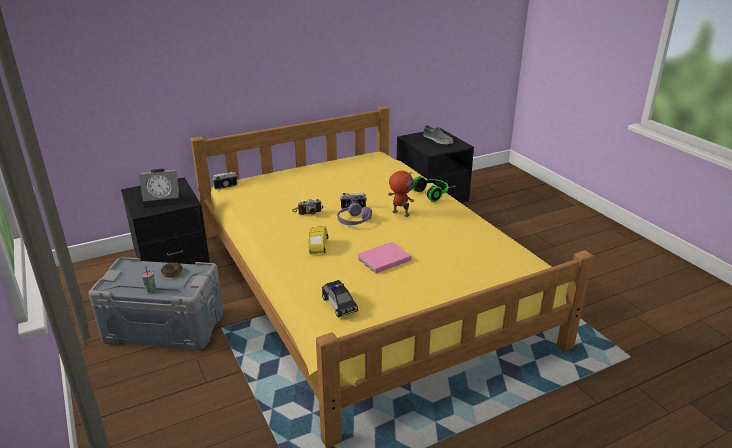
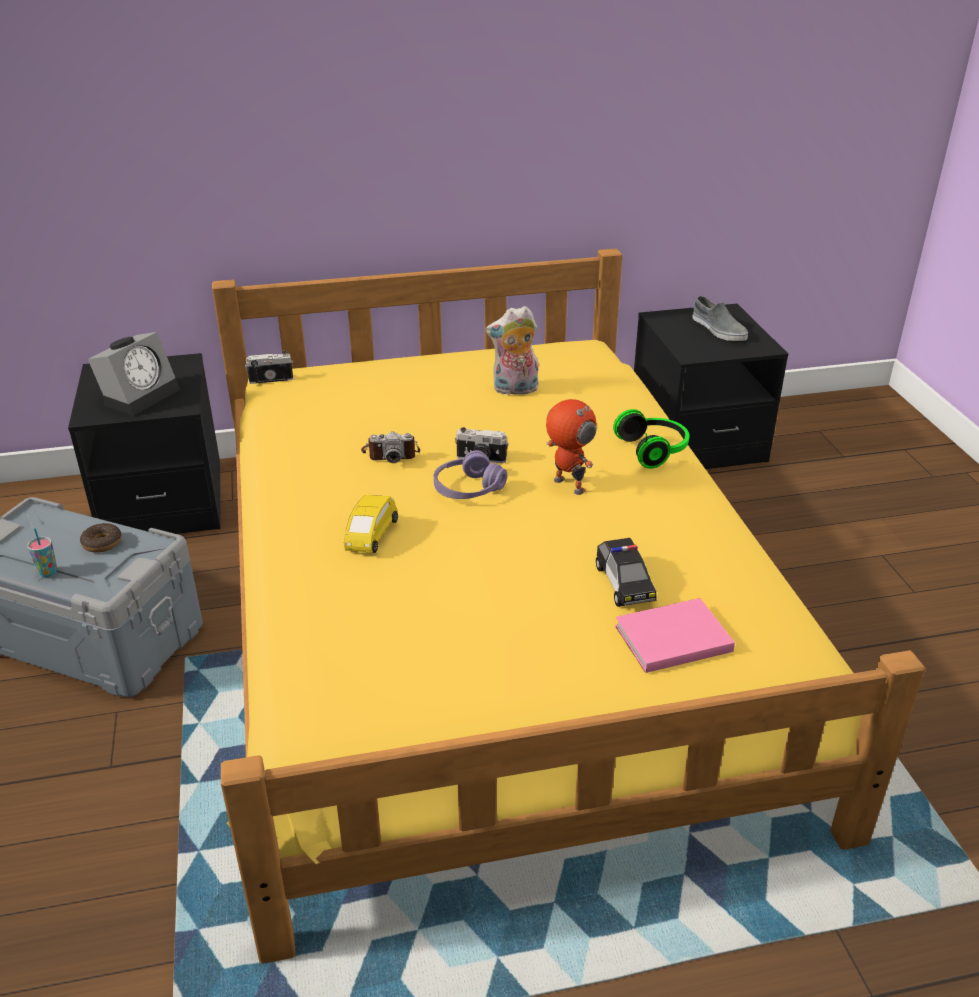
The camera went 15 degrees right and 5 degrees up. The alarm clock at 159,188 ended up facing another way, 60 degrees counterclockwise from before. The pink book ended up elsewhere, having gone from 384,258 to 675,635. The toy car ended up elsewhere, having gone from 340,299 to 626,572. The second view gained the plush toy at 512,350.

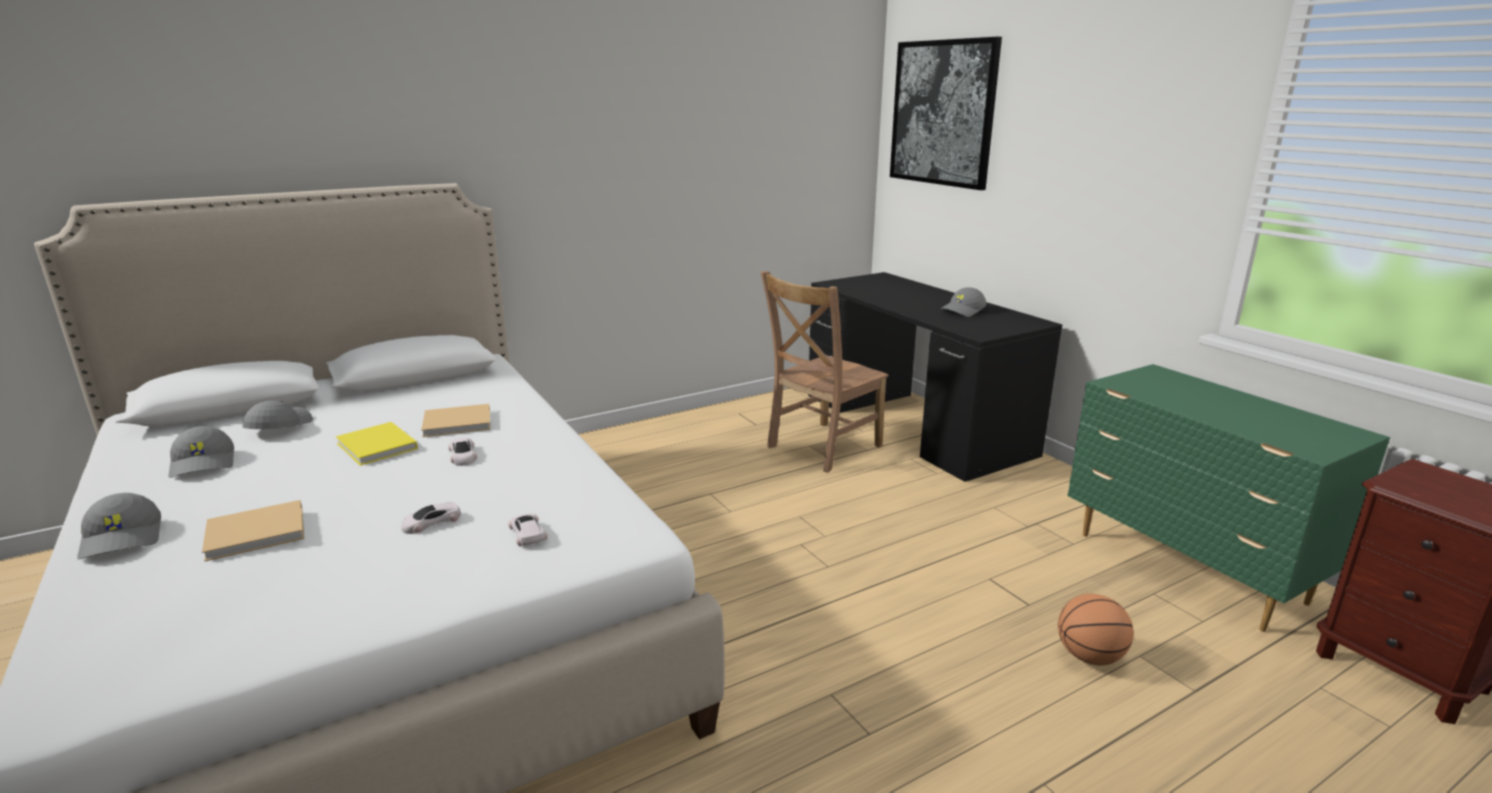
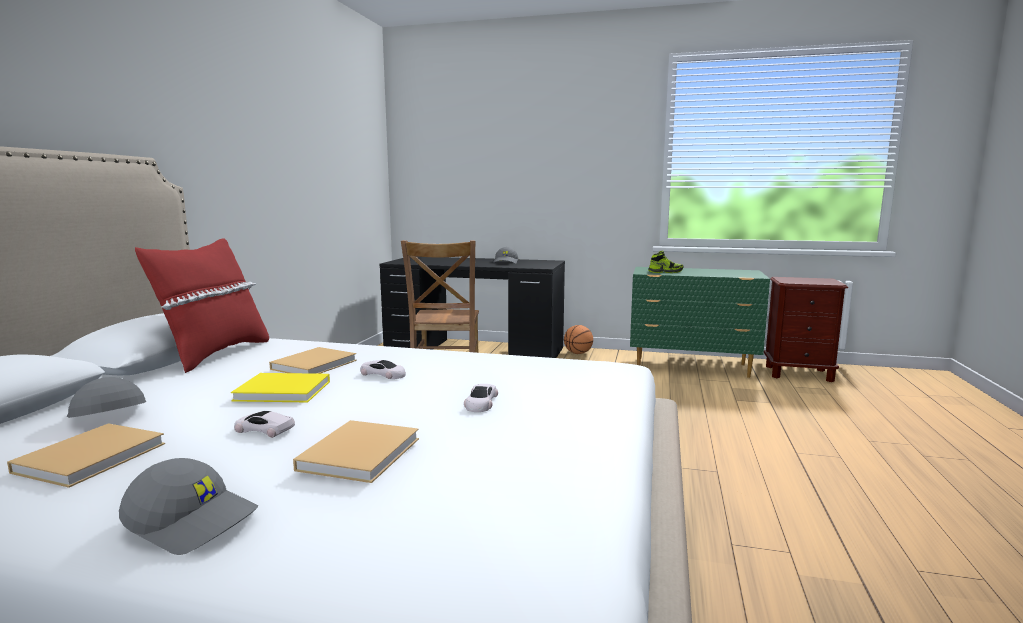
The camera went 45 degrees left and 10 degrees down. The second view lost the picture at 946,113. Where the grey cap stood at 201,452, the beige book came to stand at 86,455. The white toy car ended up elsewhere, having gone from 528,529 to 264,424. The basketball ended up elsewhere, having gone from 1096,629 to 578,339. The second view gained the red pillow at 202,305. The second view gained the shoe at 666,262.

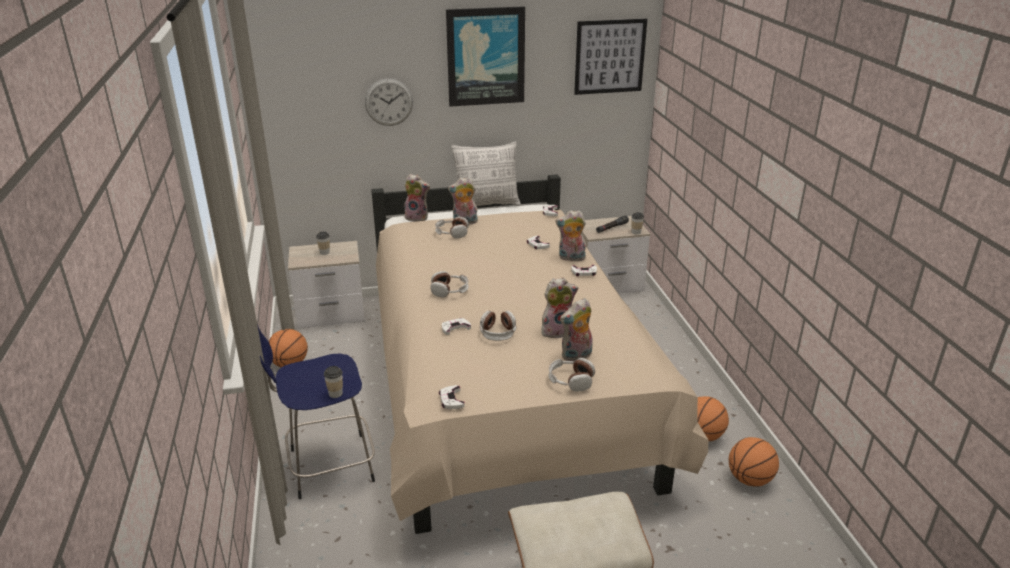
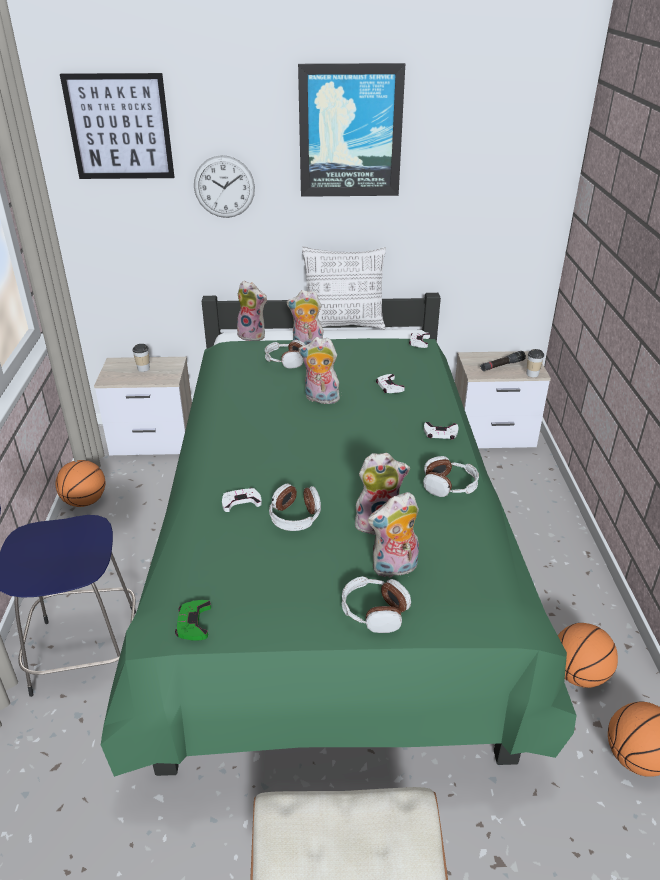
The camera went 10 degrees right and 5 degrees up. The picture ended up elsewhere, having gone from 610,57 to 117,126. What was the beige bed at 539,354 turned into the green bed at 339,535. The plush toy ended up elsewhere, having gone from 570,235 to 319,371. The headphones ended up elsewhere, having gone from 449,284 to 451,476. The second view lost the cup at 333,382. What was the white game controller at 452,397 turned into the green game controller at 193,620.

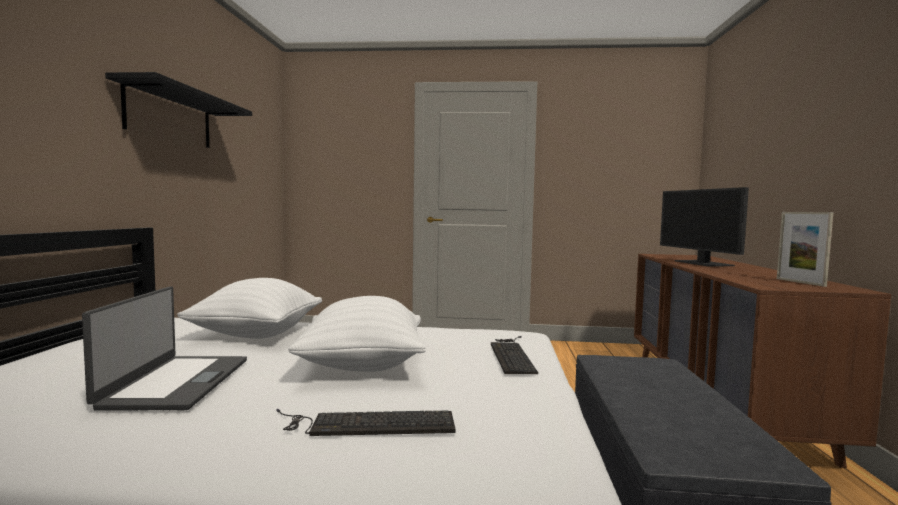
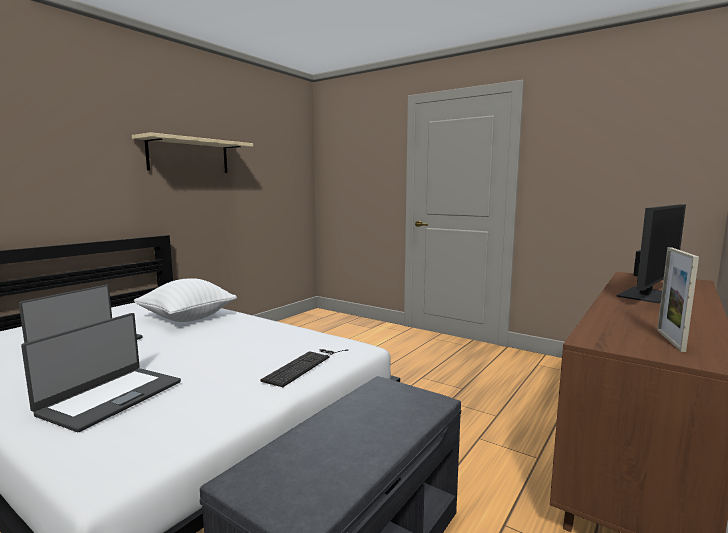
The camera went 30 degrees right and 5 degrees up. What was the black shelf at 178,110 turned into the beige shelf at 192,152. The monitor at 704,227 ended up facing another way, 150 degrees counterclockwise from before. The second view lost the white pillow at 357,334. Where the keyboard stood at 365,422, the laptop came to stand at 101,372.

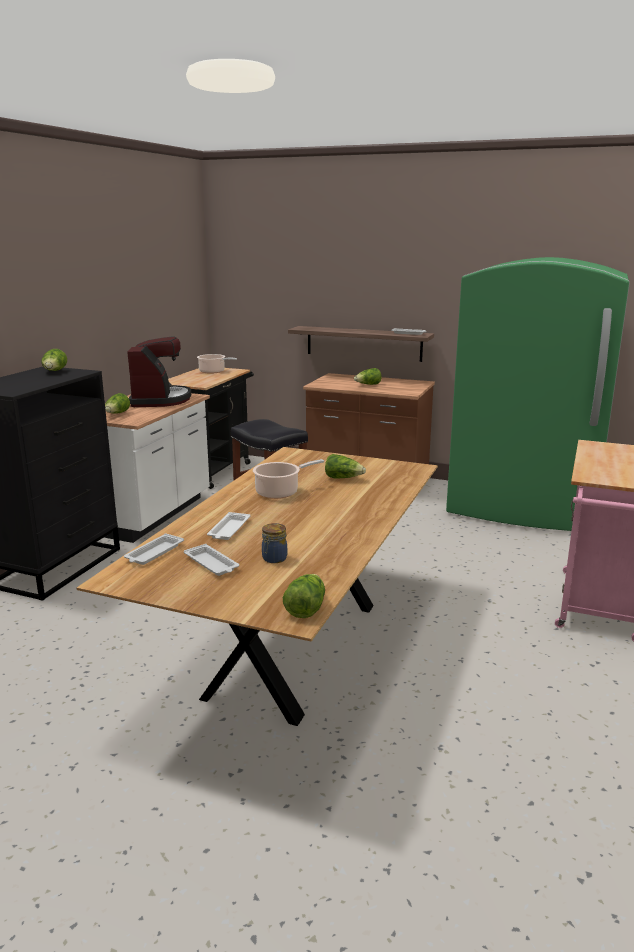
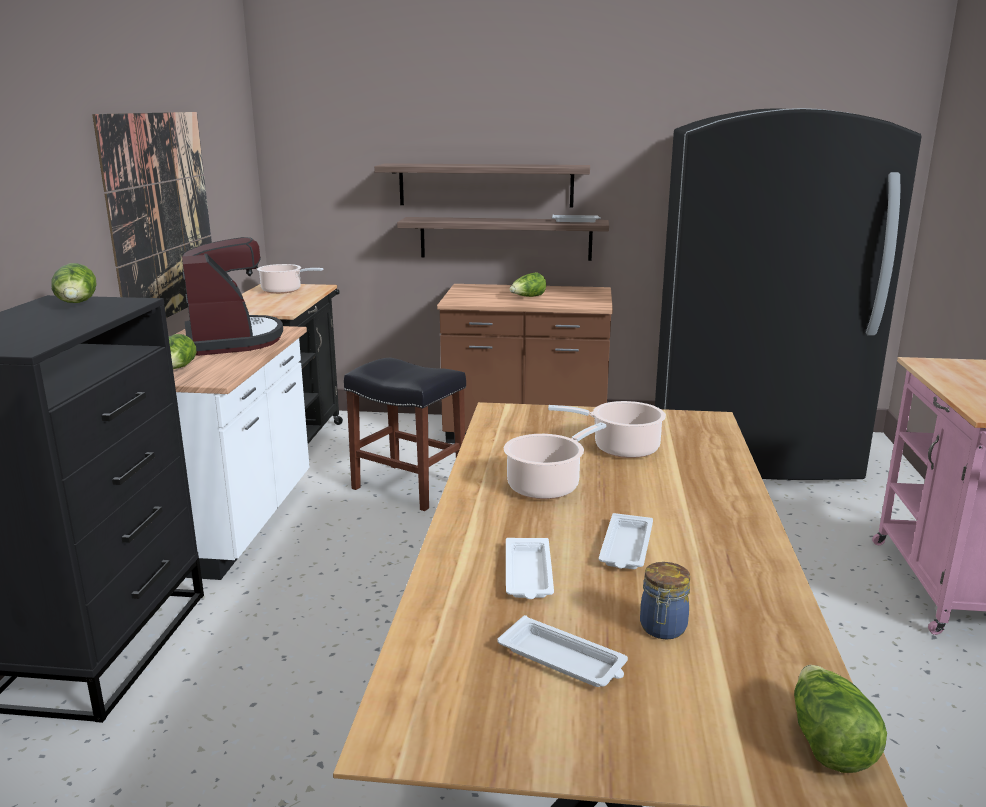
The camera went 15 degrees left and 0 degrees up. What was the green fridge at 538,394 turned into the black fridge at 788,294. Where the lettuce stood at 345,466, the cooking pot came to stand at 607,429. The white tray ended up elsewhere, having gone from 154,549 to 626,541. The second view gained the picture at 152,215. The second view gained the shelf at 482,185.

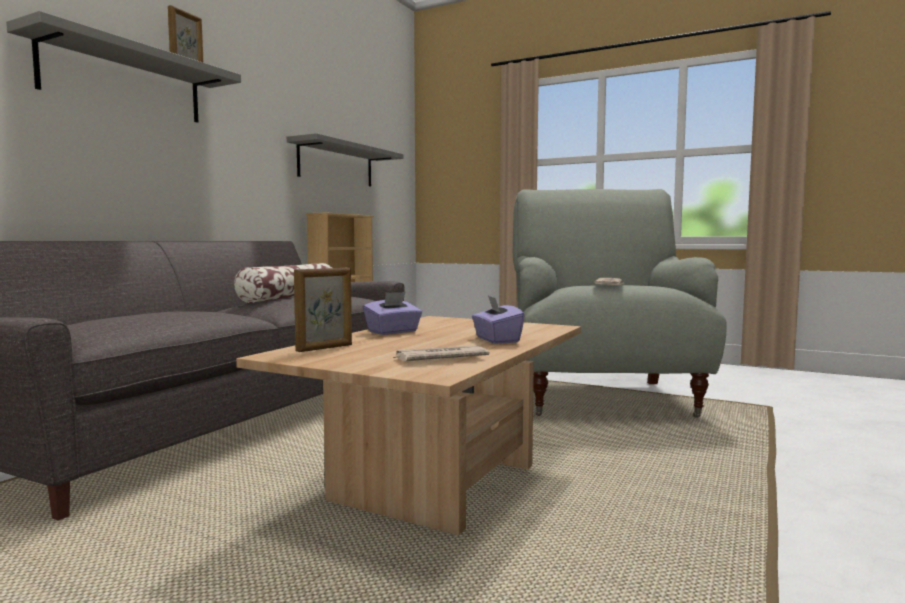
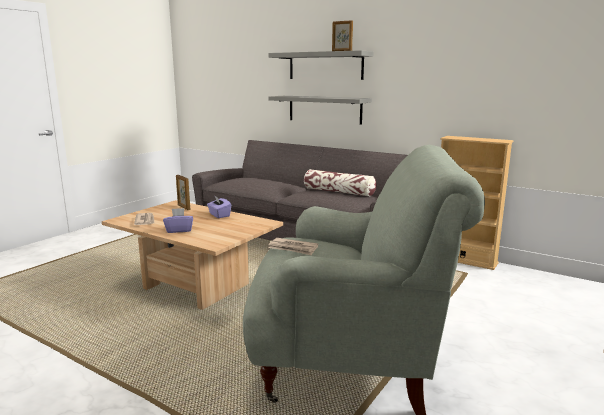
The camera went 95 degrees right and 10 degrees up. The grey shelf ended up elsewhere, having gone from 345,160 to 320,110.

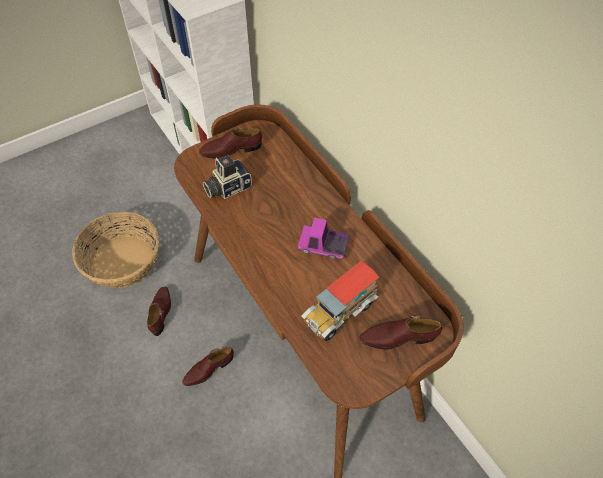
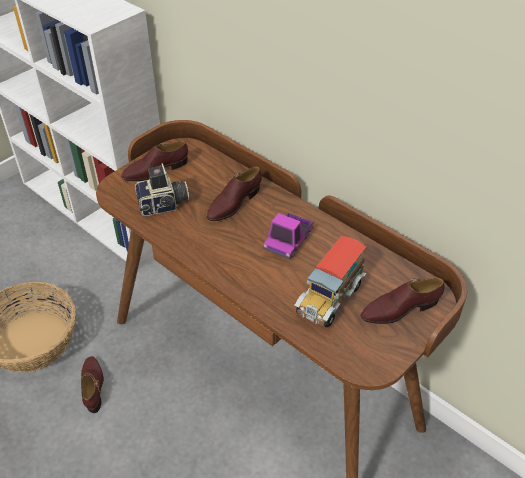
The camera went 15 degrees left and 10 degrees down. The photo camera at 227,177 ended up facing another way, 150 degrees counterclockwise from before. The toy truck at 323,239 ended up facing another way, 60 degrees counterclockwise from before. The brown shoe ended up elsewhere, having gone from 208,366 to 234,193.

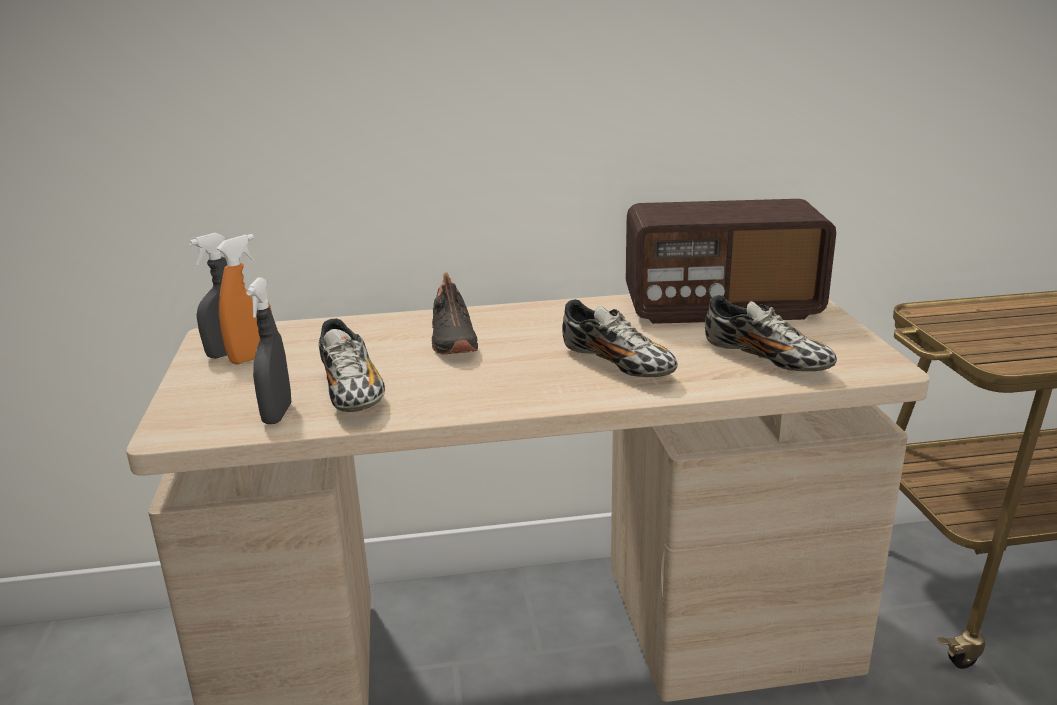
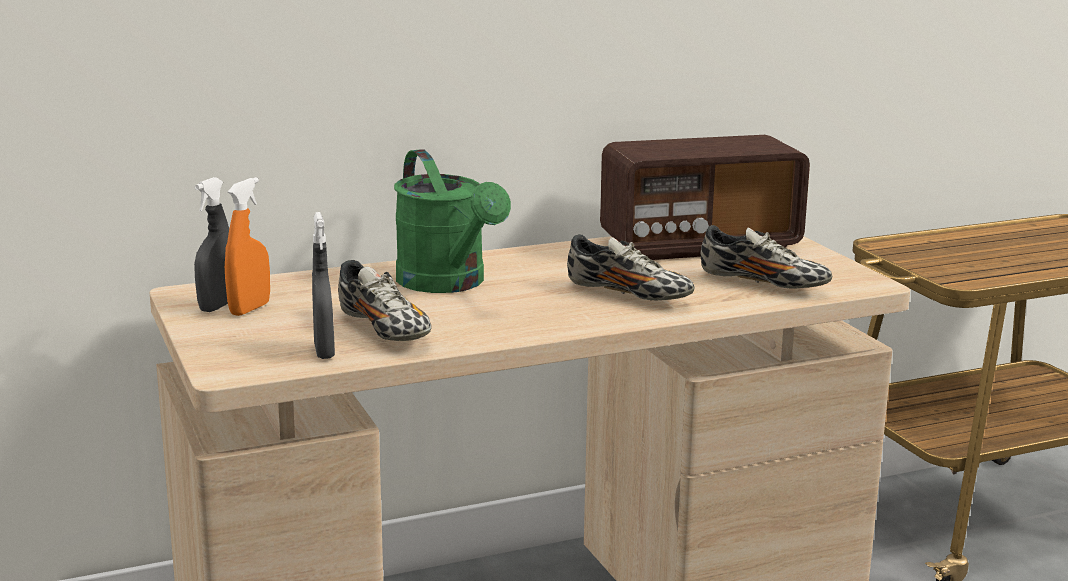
The camera went 15 degrees left and 5 degrees down. Where the black shoe stood at 455,313, the green watering can came to stand at 452,221.

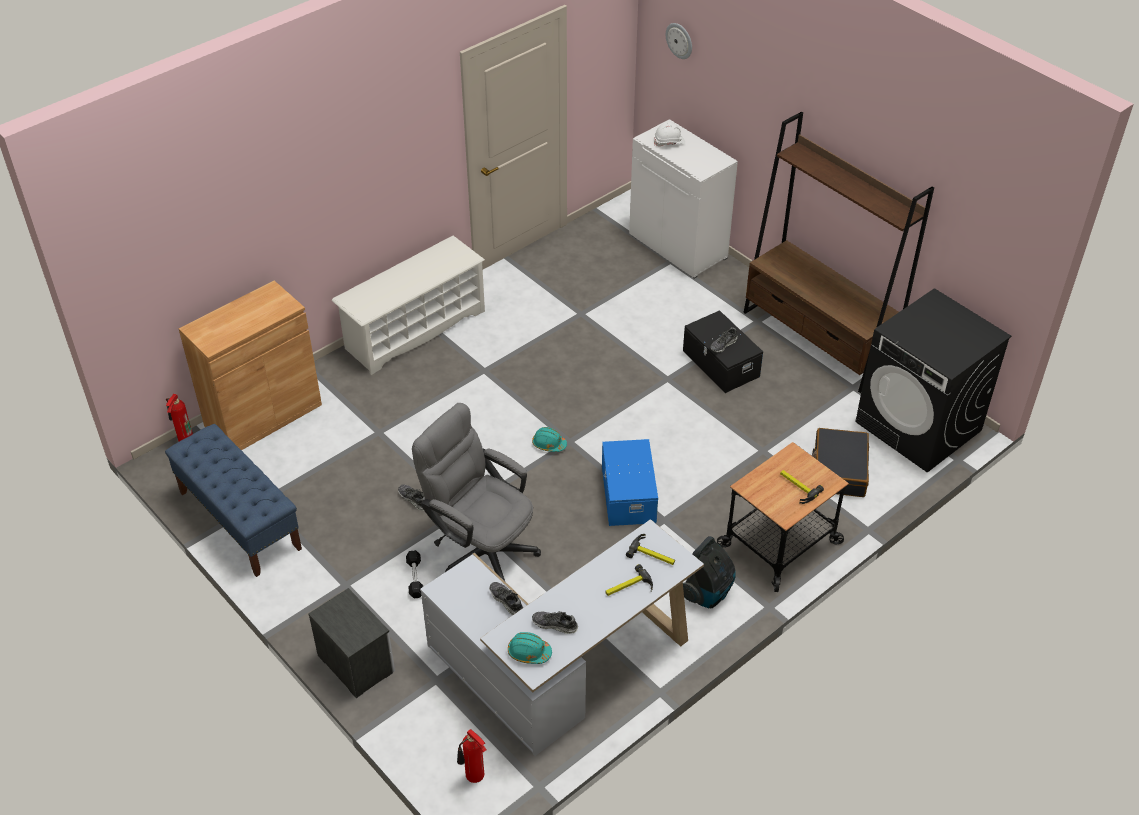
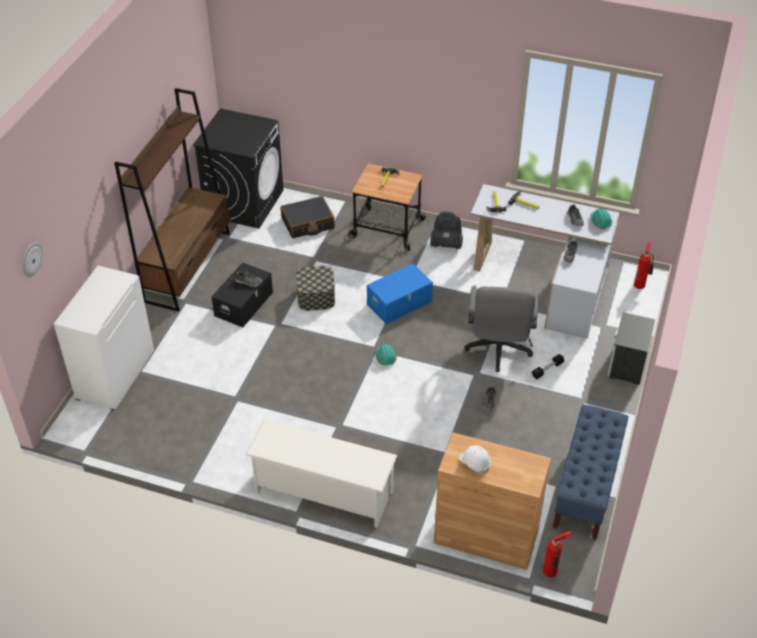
The camera went 120 degrees left and 0 degrees up. The white hard hat ended up elsewhere, having gone from 669,134 to 475,459. The second view gained the storage box at 315,288.

